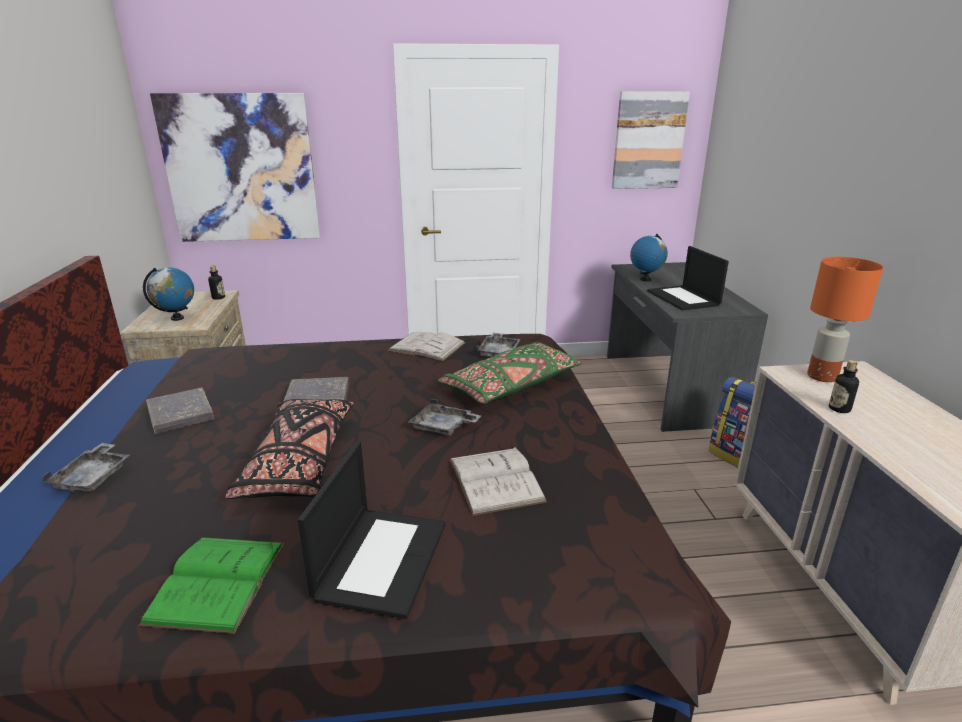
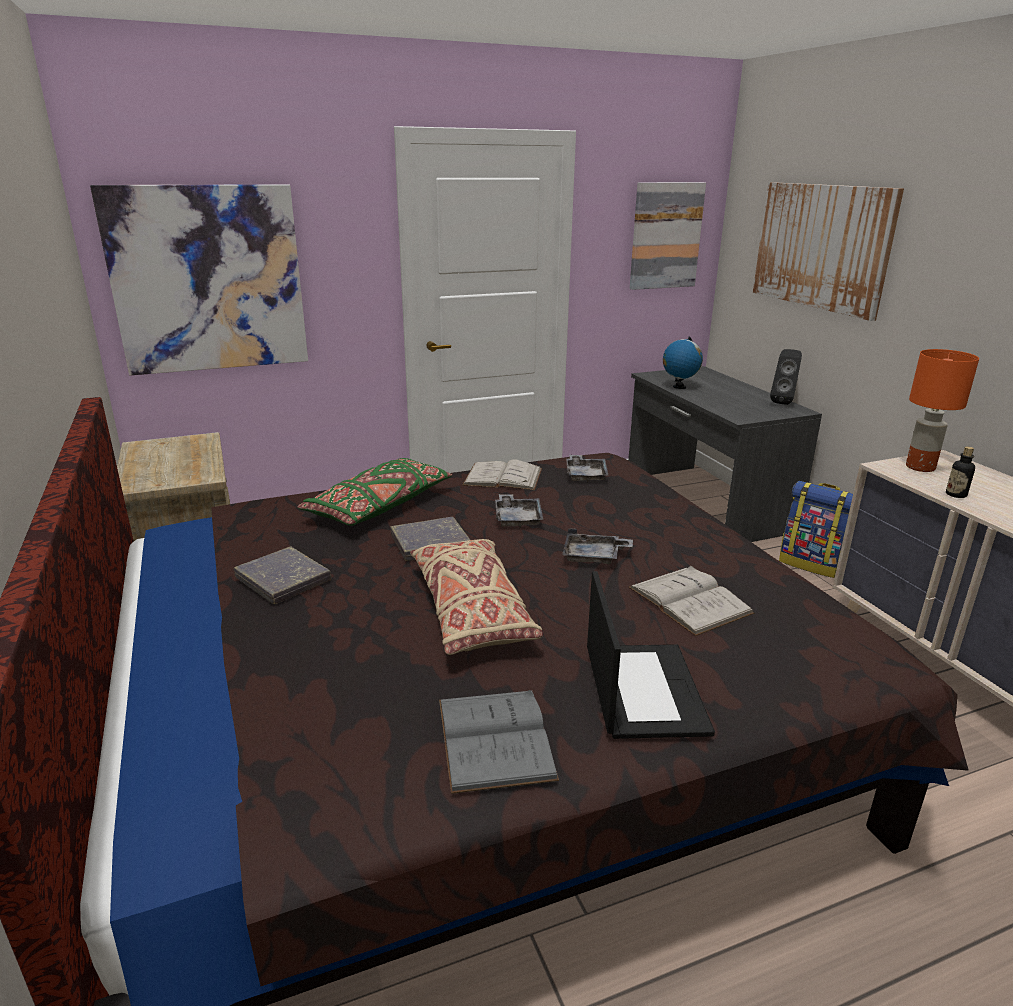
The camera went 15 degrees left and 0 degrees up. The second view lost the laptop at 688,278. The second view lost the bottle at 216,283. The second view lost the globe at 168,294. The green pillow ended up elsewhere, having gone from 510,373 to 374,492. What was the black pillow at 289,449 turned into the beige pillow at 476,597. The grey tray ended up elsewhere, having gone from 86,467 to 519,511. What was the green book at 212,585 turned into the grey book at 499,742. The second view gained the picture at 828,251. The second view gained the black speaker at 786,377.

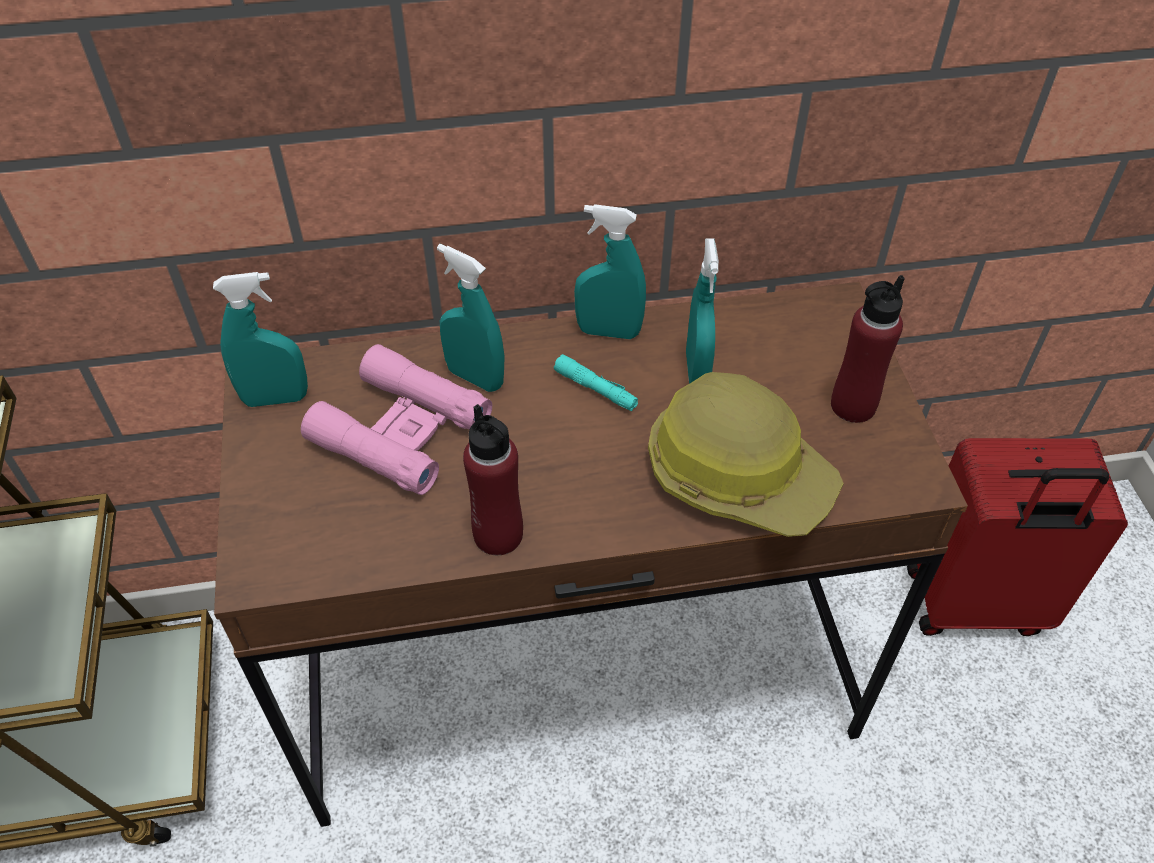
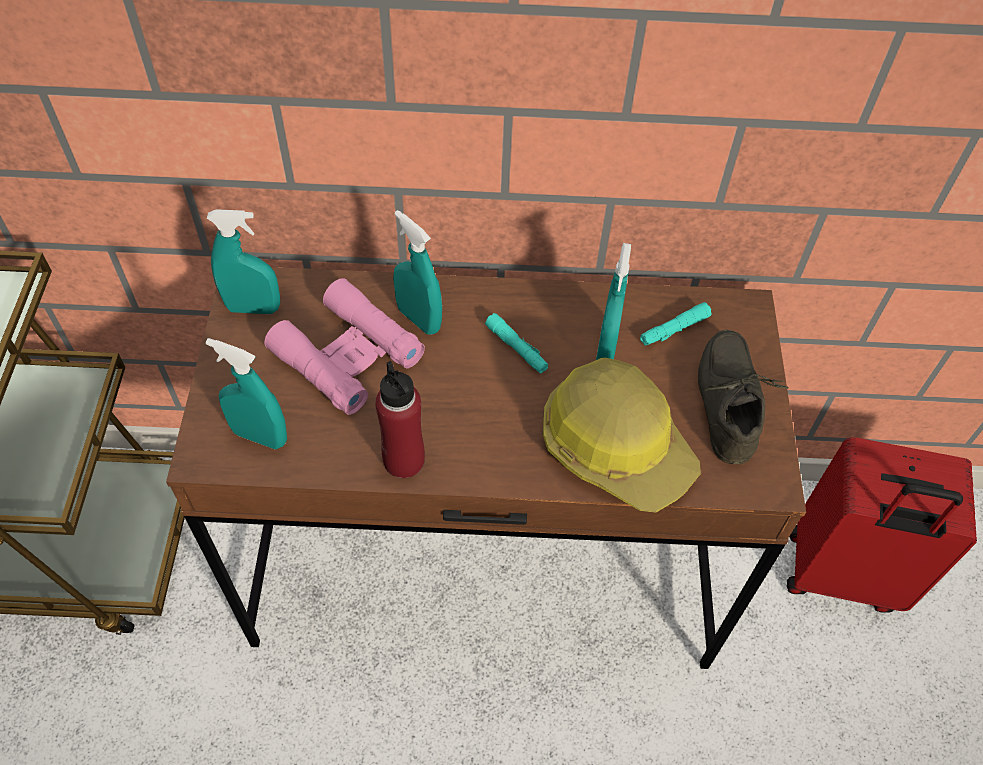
The camera went 10 degrees right and 5 degrees up. The turquoise spray bottle ended up elsewhere, having gone from 610,271 to 246,393. Where the red bottle stood at 868,349, the grey shoe came to stand at 743,397. The second view gained the turquoise flashlight at 676,324.

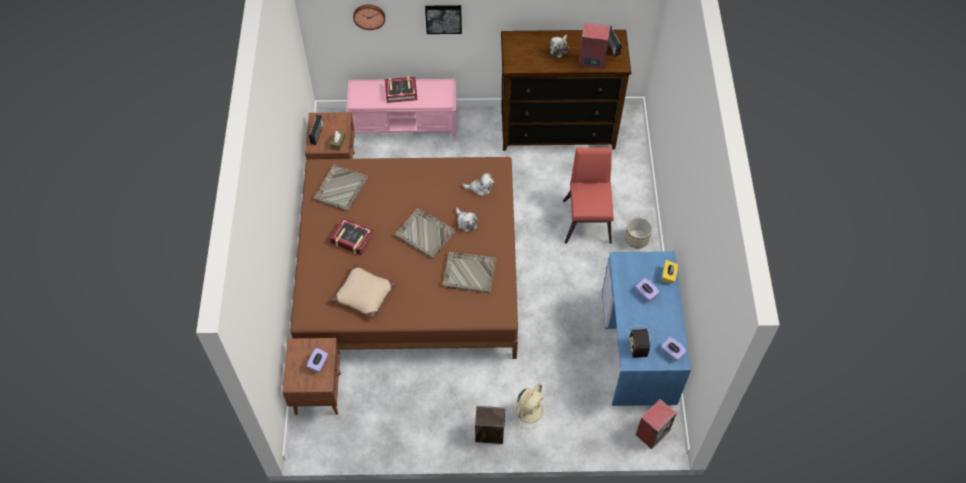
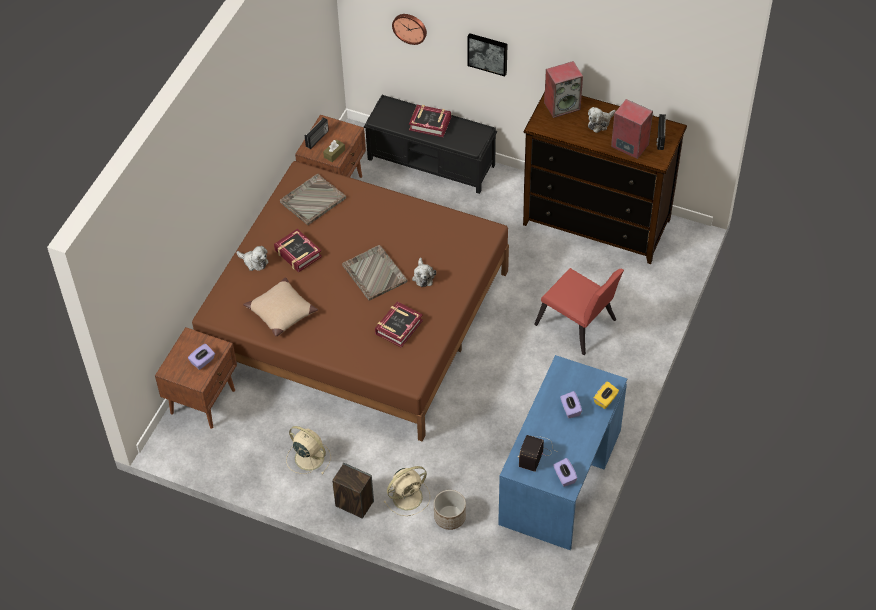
The camera went 25 degrees right and 5 degrees down. What was the pink bench at 401,108 turned into the black bench at 430,144. The red chair at 588,195 ended up facing another way, 105 degrees clockwise from before. The plush toy ended up elsewhere, having gone from 478,185 to 252,258. The planter ended up elsewhere, having gone from 638,232 to 450,510. Where the grey tray stood at 469,272, the book came to stand at 399,325. The speaker ended up elsewhere, having gone from 656,424 to 563,89. The second view gained the beige fan at 308,450.

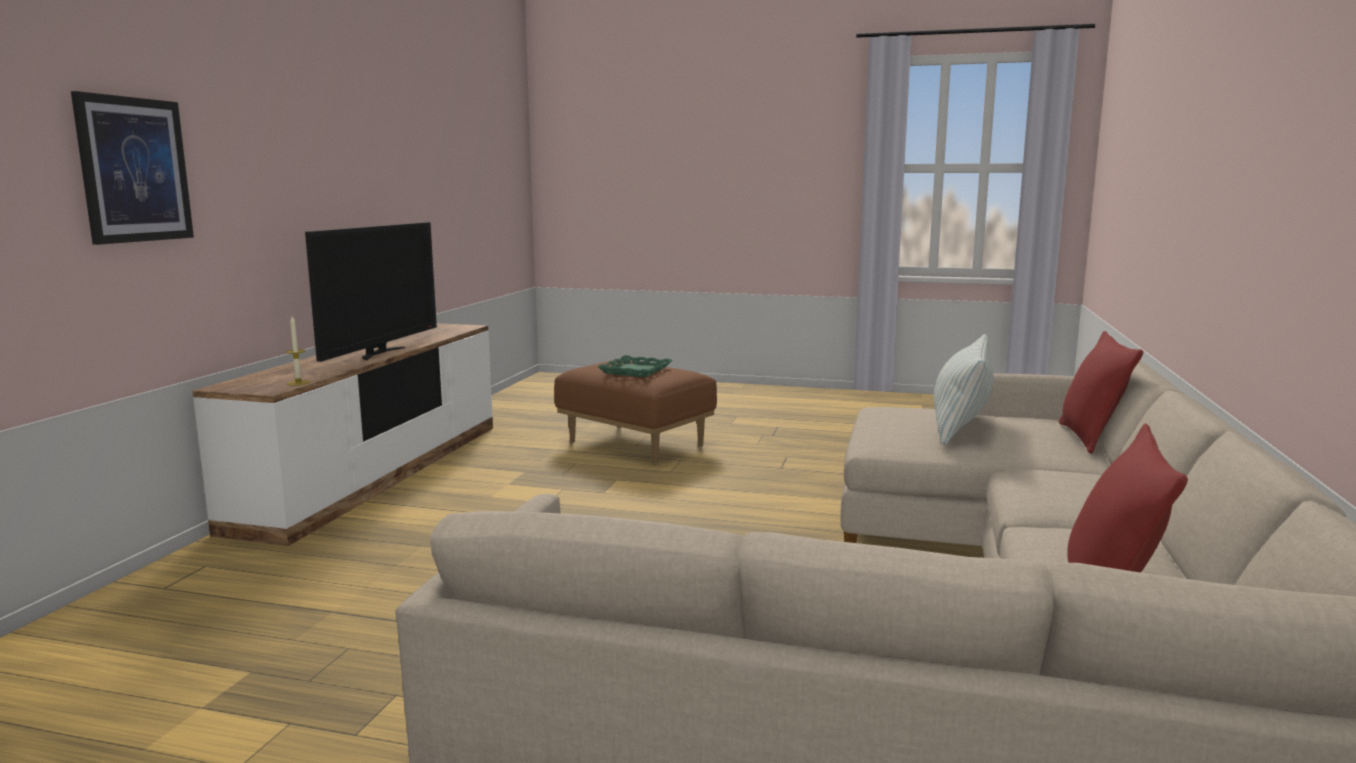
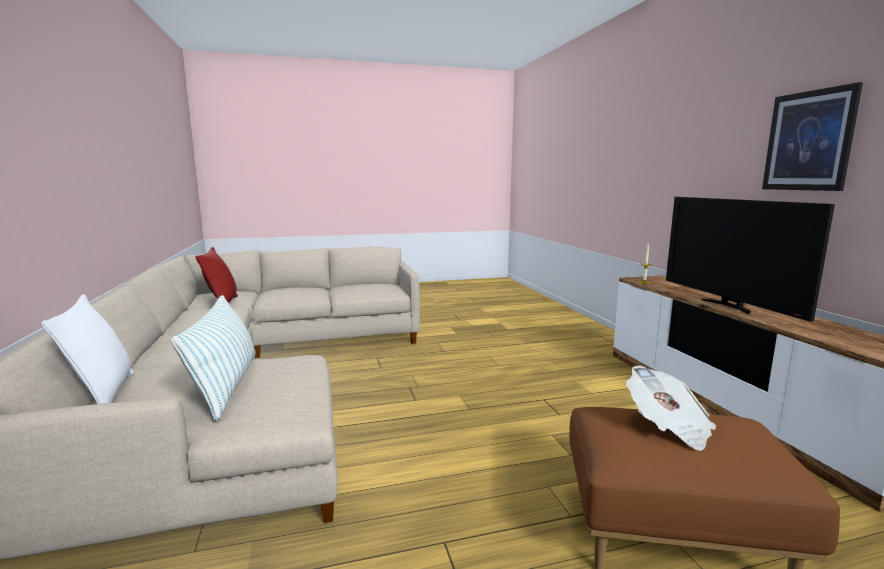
The camera went 150 degrees right and 0 degrees up. The picture ended up elsewhere, having gone from 132,168 to 812,136. What was the red pillow at 1101,392 turned into the white pillow at 87,349. Where the green tray stood at 635,366, the newspaper came to stand at 671,408.

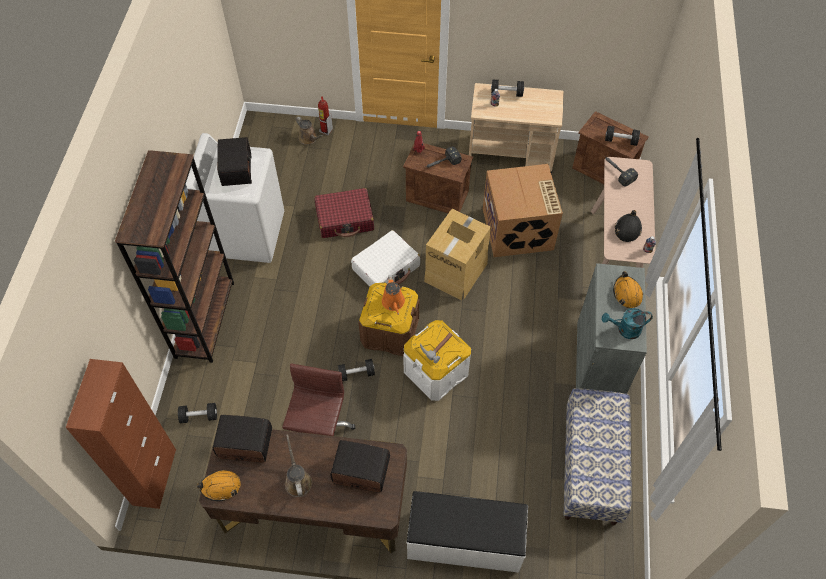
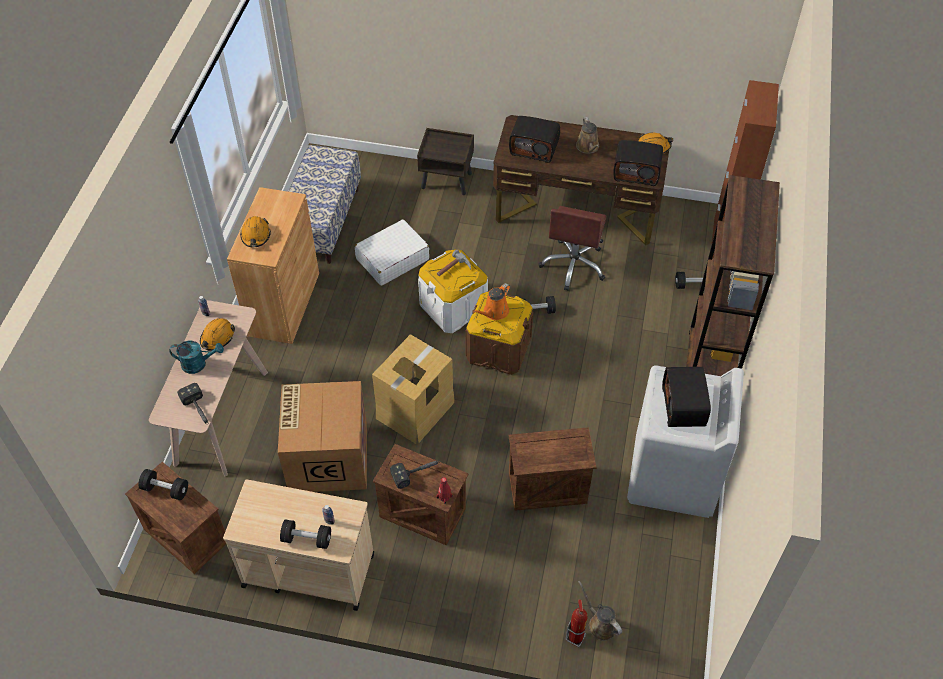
The camera went 175 degrees left and 5 degrees down. Where the red suitcase stood at 344,213, the crate came to stand at 553,469. What was the black hard hat at 628,226 turned into the orange hard hat at 217,334. The white suitcase ended up elsewhere, having gone from 385,258 to 392,253. What was the grey cabinet at 611,328 turned into the brown cabinet at 273,265. The orange watering can at 393,295 ended up facing another way, 135 degrees counterclockwise from before. The turquoise watering can ended up elsewhere, having gone from 627,323 to 196,357. Where the white bench stood at 467,532, the brown nightstand came to stand at 445,161.

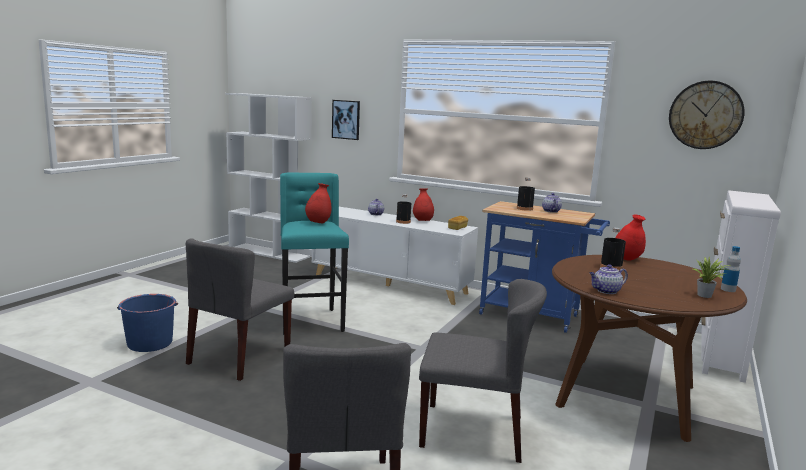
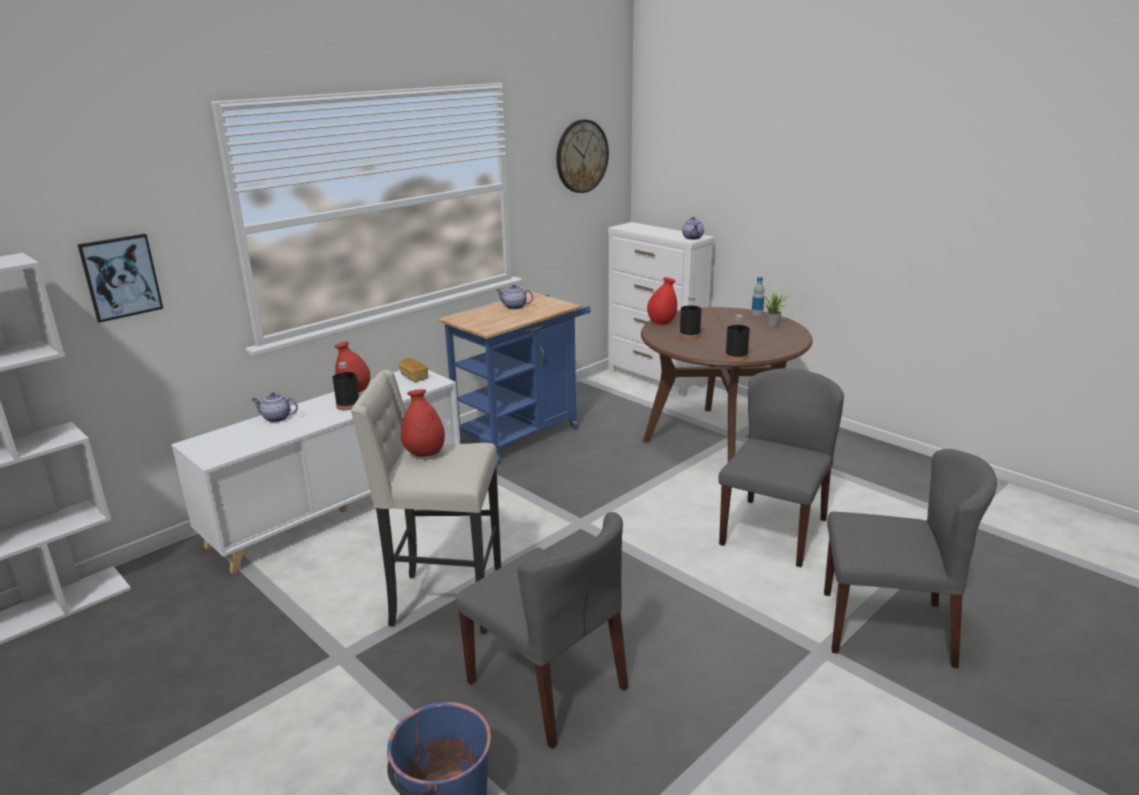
The camera went 70 degrees left and 10 degrees up. What was the turquoise stool at 314,254 turned into the beige stool at 426,502. The black bottle ended up elsewhere, having gone from 526,194 to 737,338. The teapot ended up elsewhere, having gone from 609,279 to 693,228.

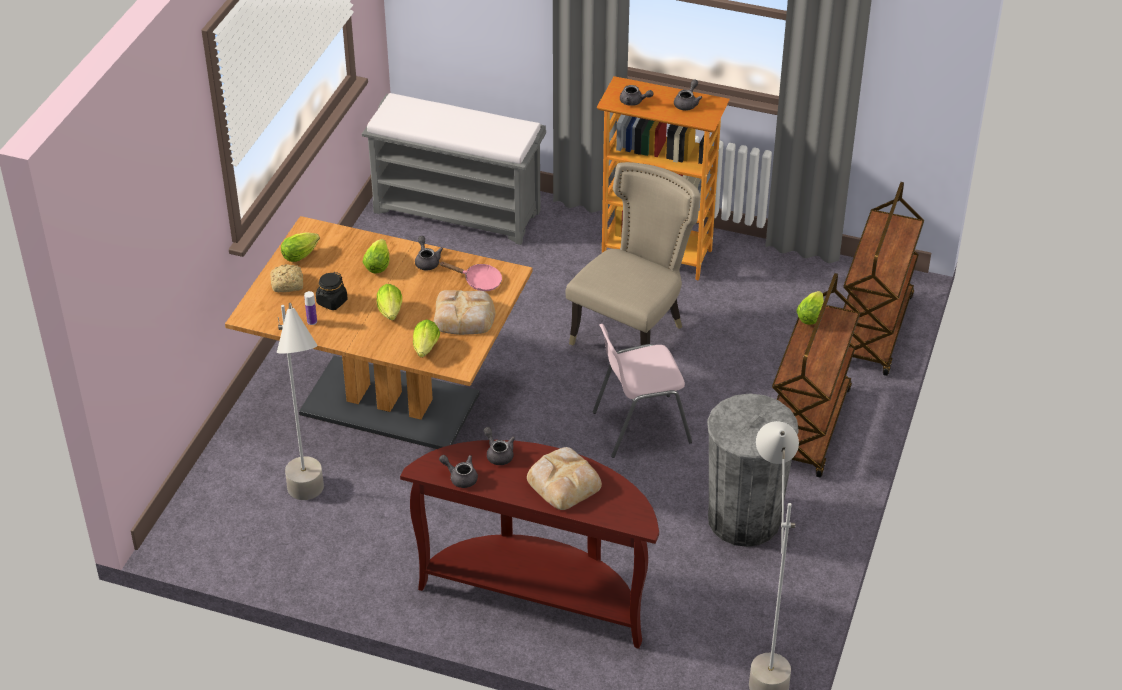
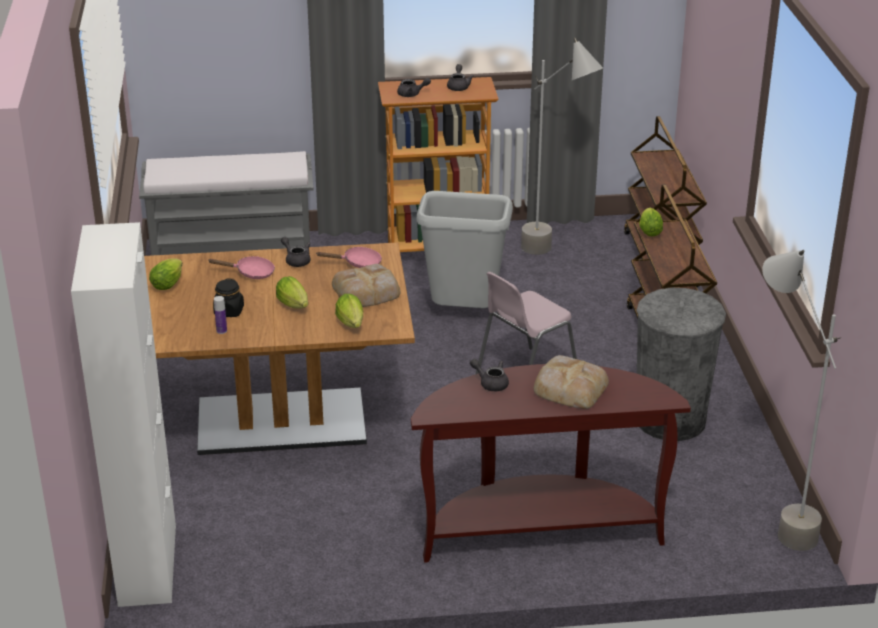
The camera went 25 degrees left and 10 degrees down. Where the beige chair stood at 632,254, the grey trash can came to stand at 464,249. Where the lettuce stood at 376,256, the pink frying pan came to stand at 242,267. The second view lost the bread at 286,278. The grey floor lamp ended up elsewhere, having gone from 300,401 to 562,146. The second view lost the grey teapot at 458,471. The second view gained the white cabinet at 123,414.

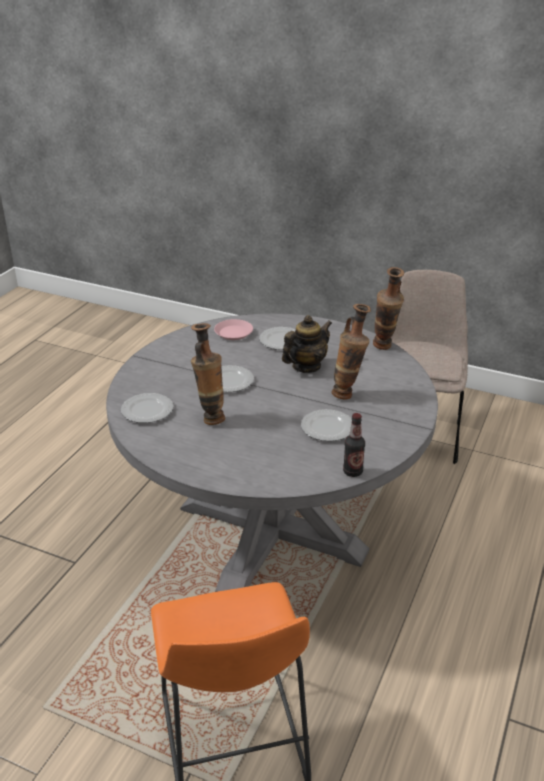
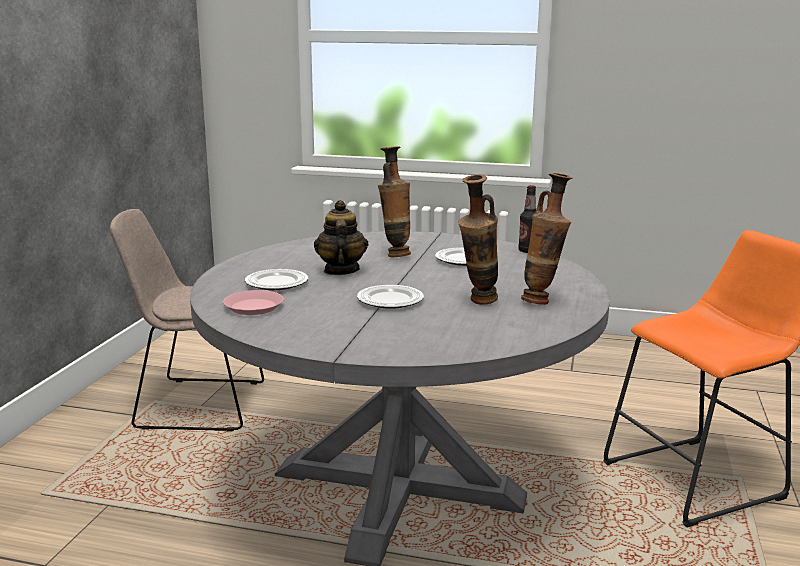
The camera went 100 degrees left and 15 degrees down. The vase ended up elsewhere, having gone from 388,308 to 546,239. The teapot at 307,344 ended up facing another way, 45 degrees clockwise from before. The second view lost the plate at 147,408.

